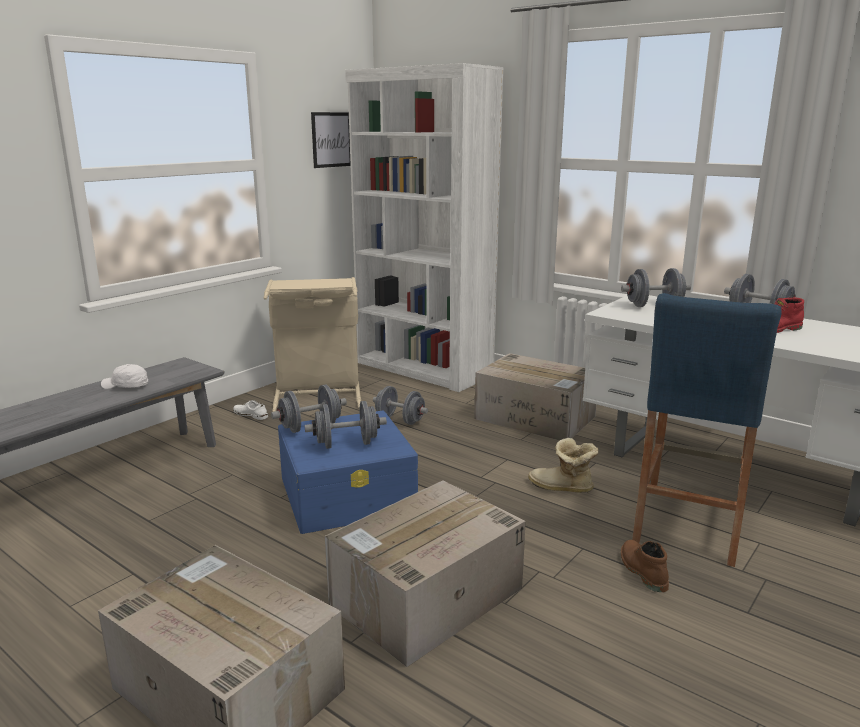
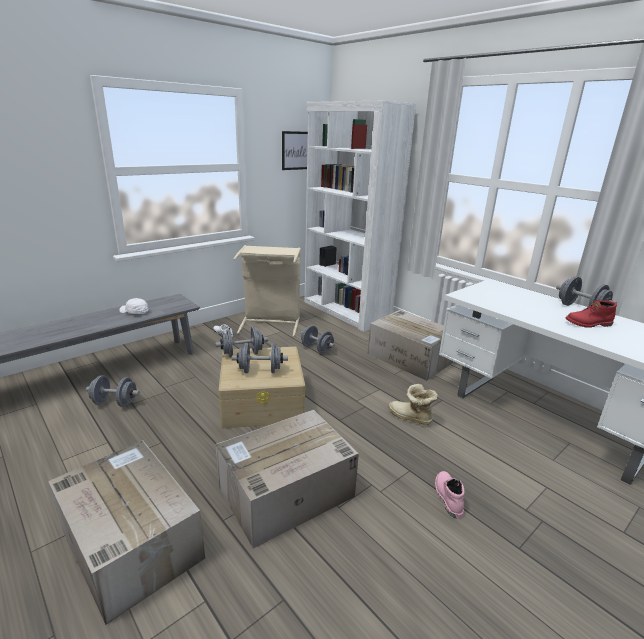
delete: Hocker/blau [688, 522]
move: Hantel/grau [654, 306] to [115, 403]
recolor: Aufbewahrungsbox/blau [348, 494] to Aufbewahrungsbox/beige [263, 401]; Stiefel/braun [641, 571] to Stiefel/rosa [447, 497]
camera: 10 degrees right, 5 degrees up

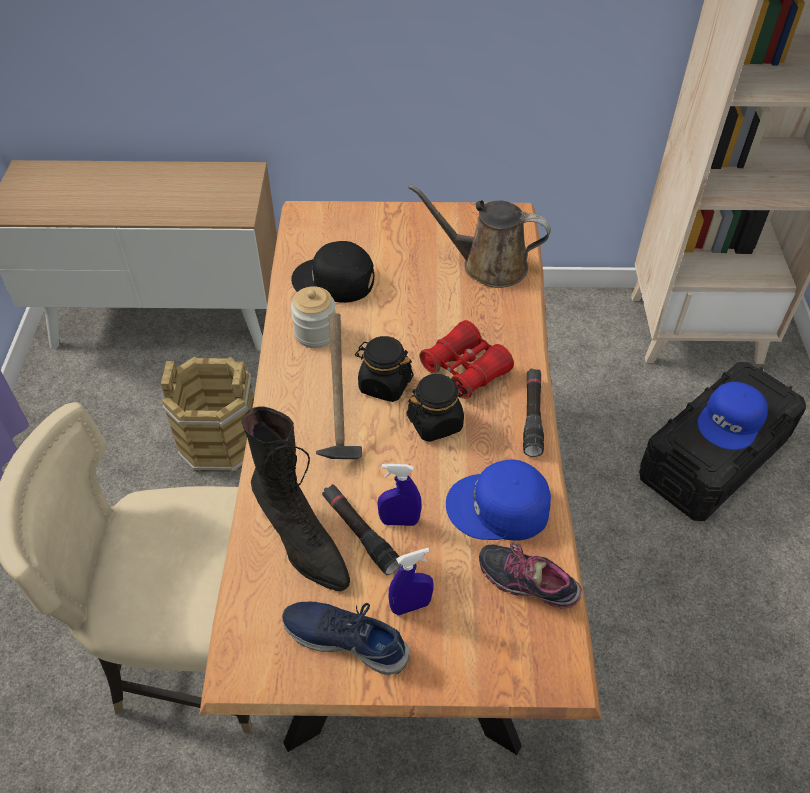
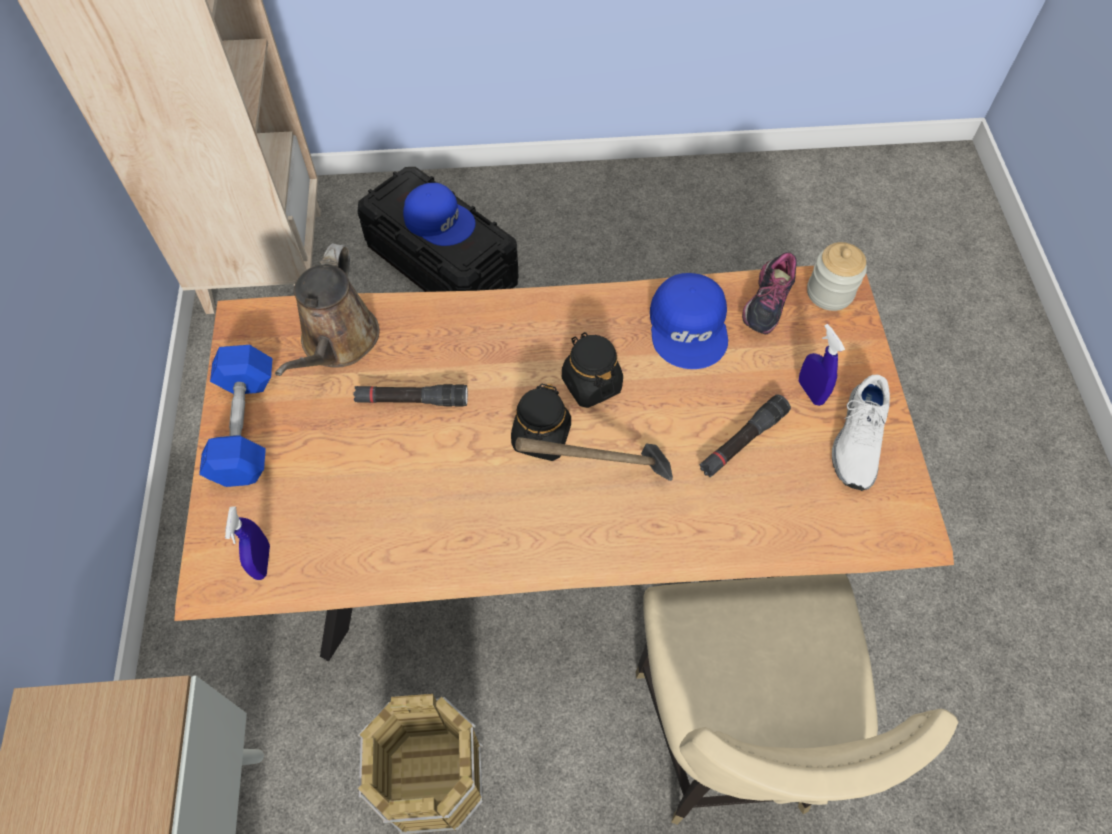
delete: Stiefel/schwarz [302, 542]; Kappe/schwarz [334, 281]; Fernglas/rot [465, 369]
insert: Hantel/blau [245, 427]
move: Sprühflasche/blau [399, 521] to [262, 561]; Taschenlampe/schwarz [532, 416] to [412, 400]; Vorratsglas [316, 333] to [829, 292]
recolor: Schuh/blau [346, 638] to Schuh/weiß [857, 440]
camera: 95 degrees left, 10 degrees up

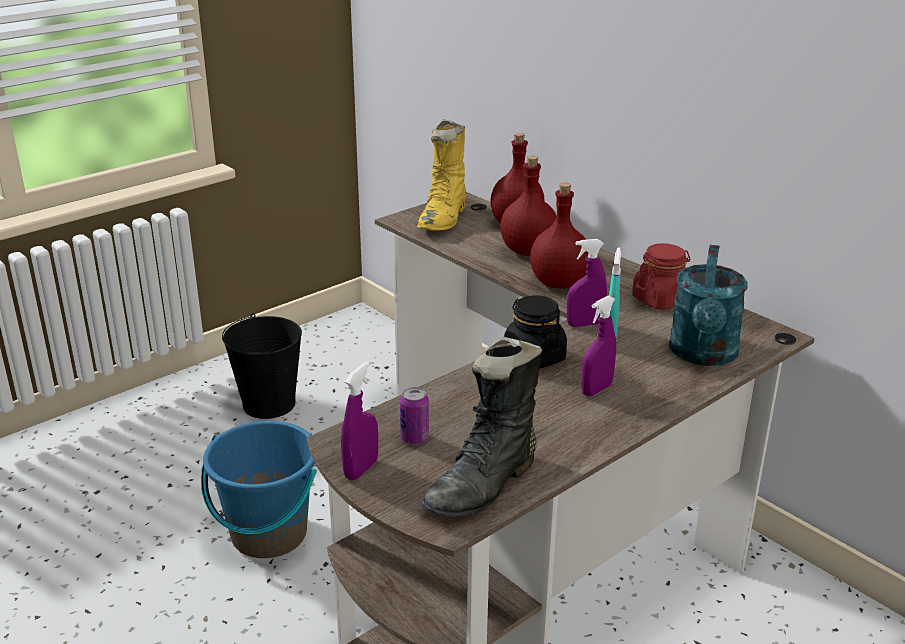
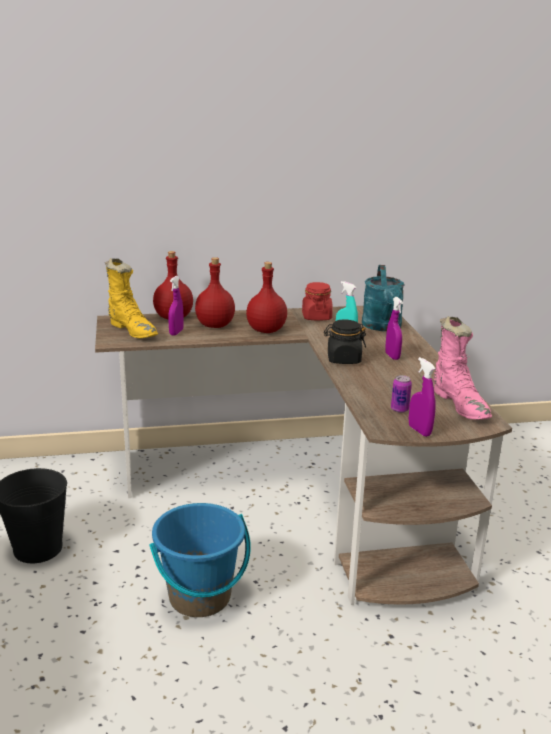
move: Sprühflasche/lila [584, 324] to [176, 332]
recolor: Stiefel/schwarz [485, 485] to Stiefel/rosa [460, 405]
rotate: Gießkanne/türkis [703, 355] = [382, 327] 45 degrees clockwise
camera: 60 degrees left, 5 degrees down

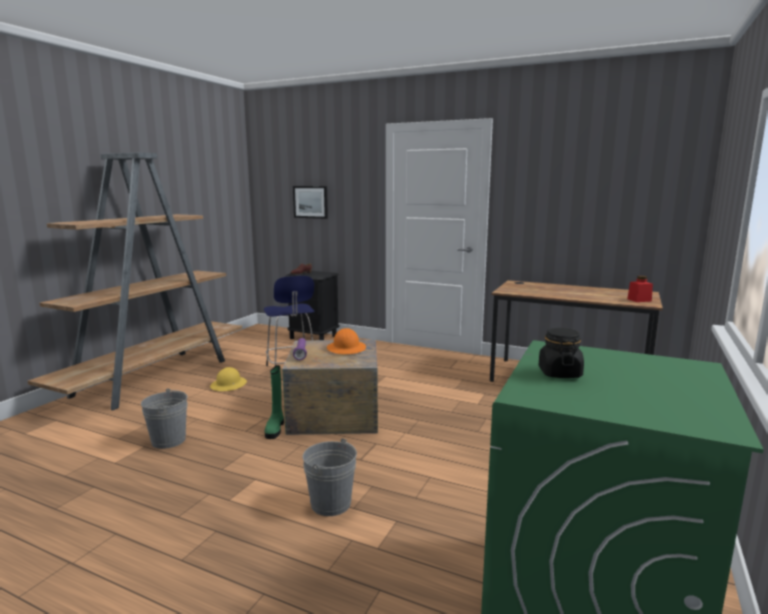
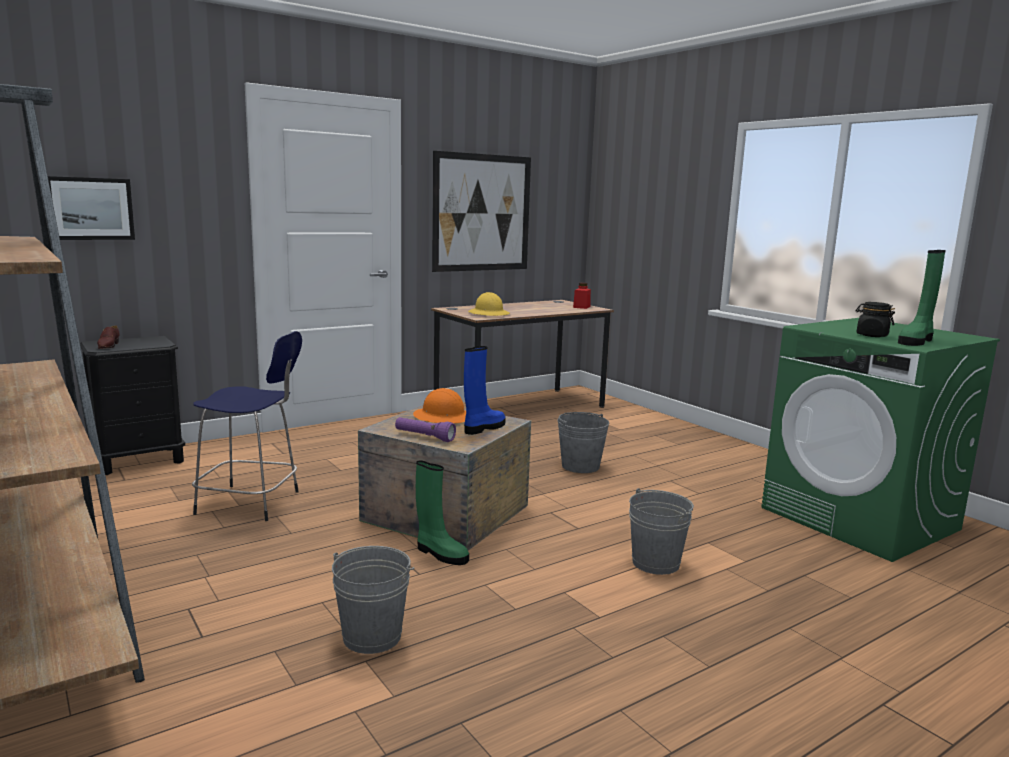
insert: Bild [482, 213]; Stiefel/blau [483, 428]; Eimer/grau [580, 466]; Stiefel/grün [916, 341]
move: Schutzhelm/gelb [229, 385] to [489, 314]
camera: 60 degrees left, 0 degrees up

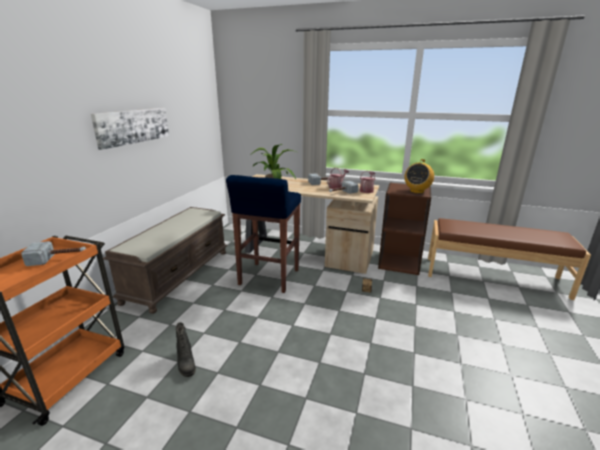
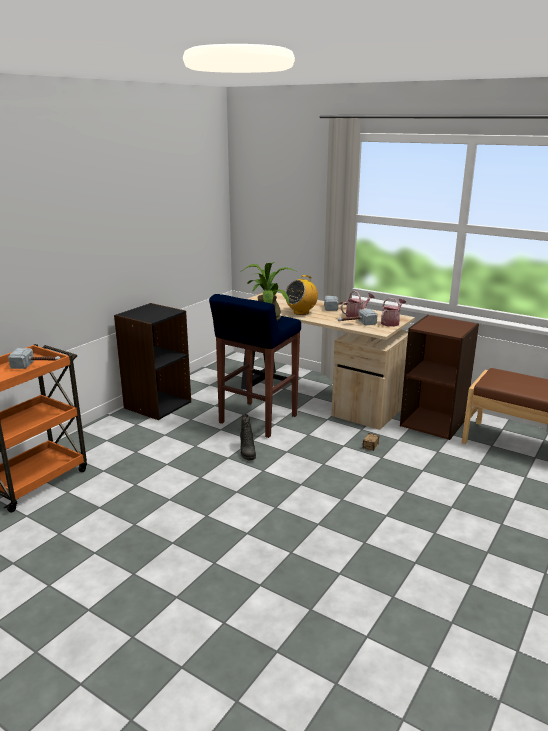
delete: Bild [133, 126]
move: Stiefel/schwarz [185, 364] to [247, 452]; Radio [417, 191] to [301, 312]
replace: Bank/braun [178, 275] to Bücherregal/schwarz [157, 404]
camera: 15 degrees right, 0 degrees up

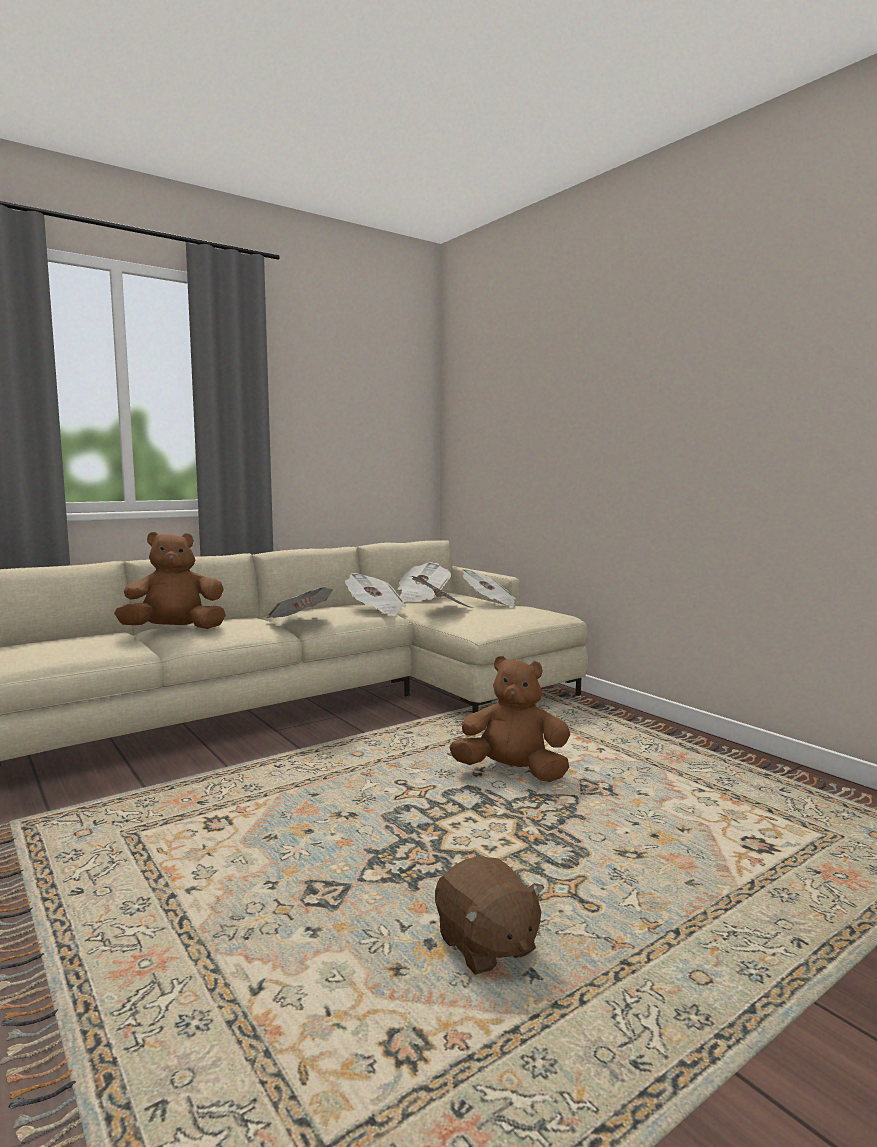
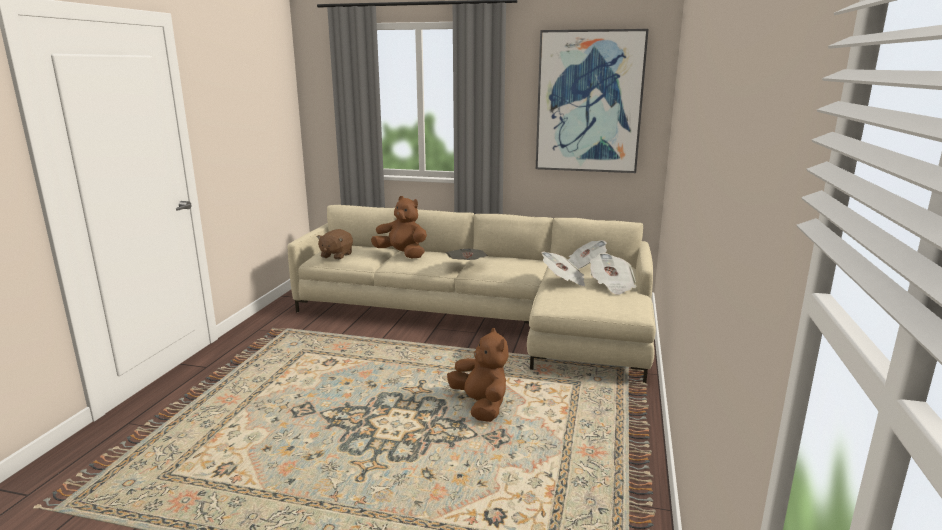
delete: Zeitung [376, 610]
insert: Bild [589, 102]
move: Plüschtier/braun [486, 946] to [336, 255]
camera: 50 degrees right, 10 degrees up

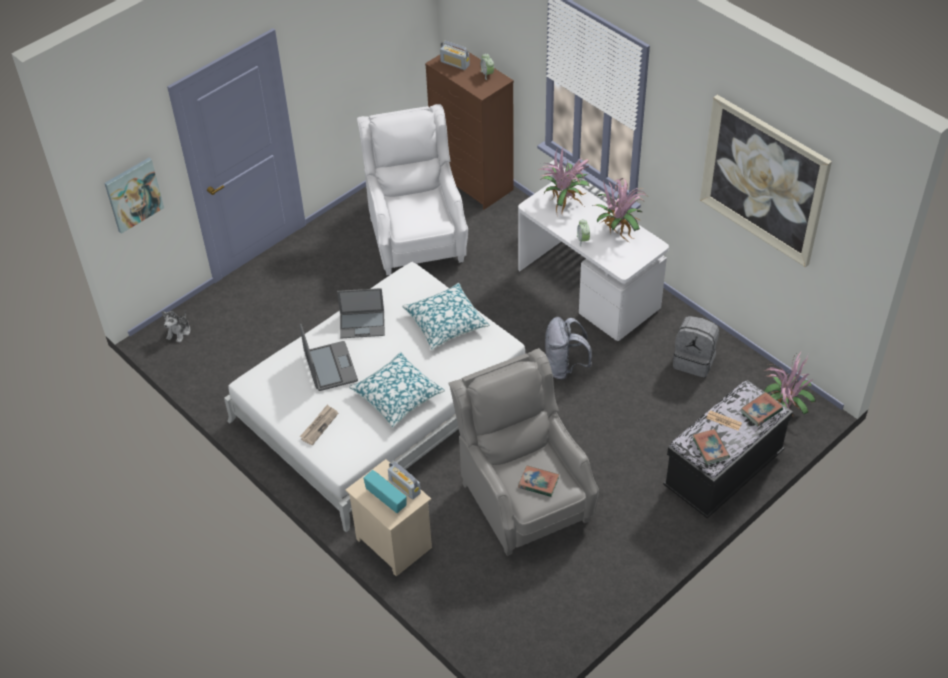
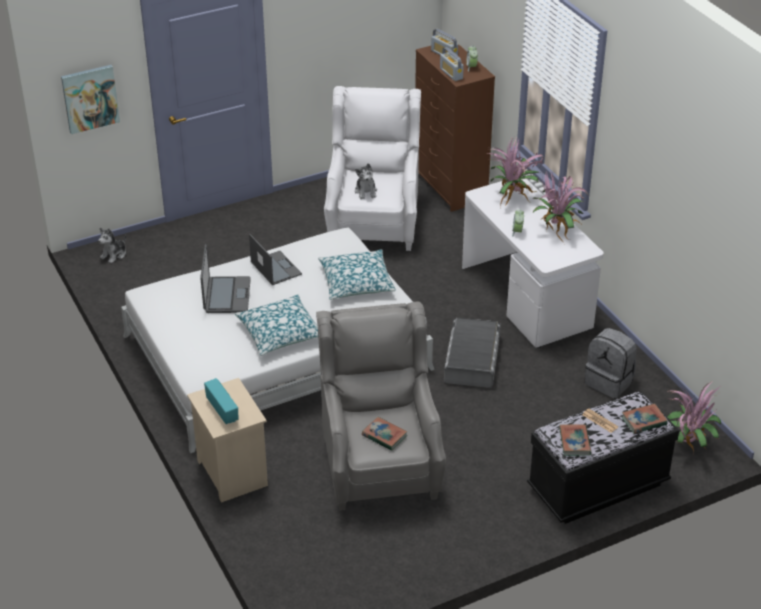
delete: Zeitung [319, 425]; Bild [763, 180]
insert: Plüschtier [366, 191]
move: Radio [404, 487] to [451, 74]
replace: Rucksack/grau [565, 367] to Aufbewahrungsbox/grau [472, 359]
rotate: Laptop [363, 324] = [275, 268] 135 degrees counterclockwise
camera: 15 degrees right, 10 degrees down

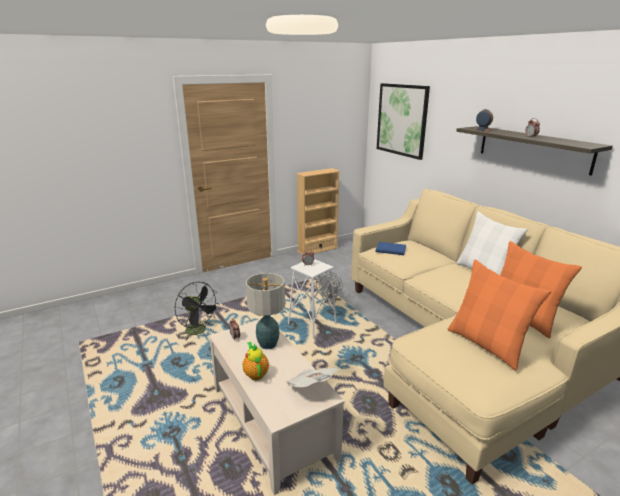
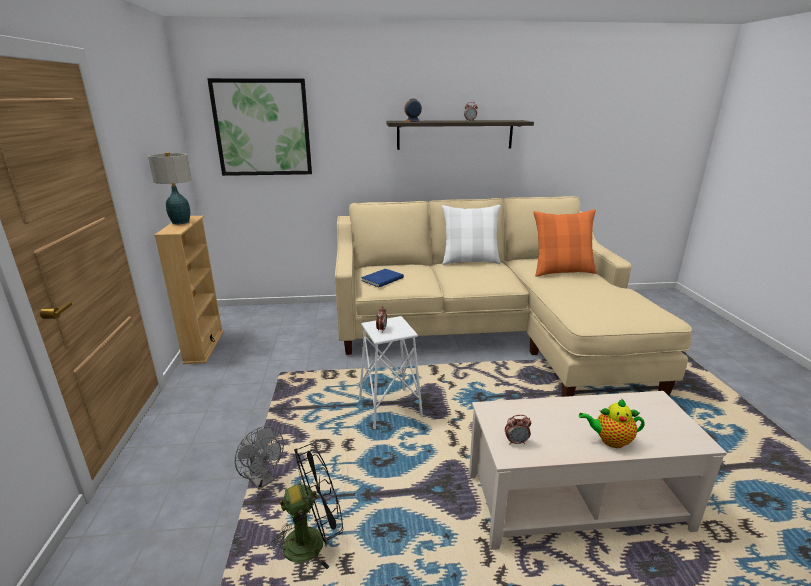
delete: Zeitung [311, 387]; Kissen/orange [487, 344]
move: Tischlampe [268, 344] to [181, 222]; Ventilator/grau [330, 301] to [262, 480]
camera: 65 degrees left, 0 degrees up

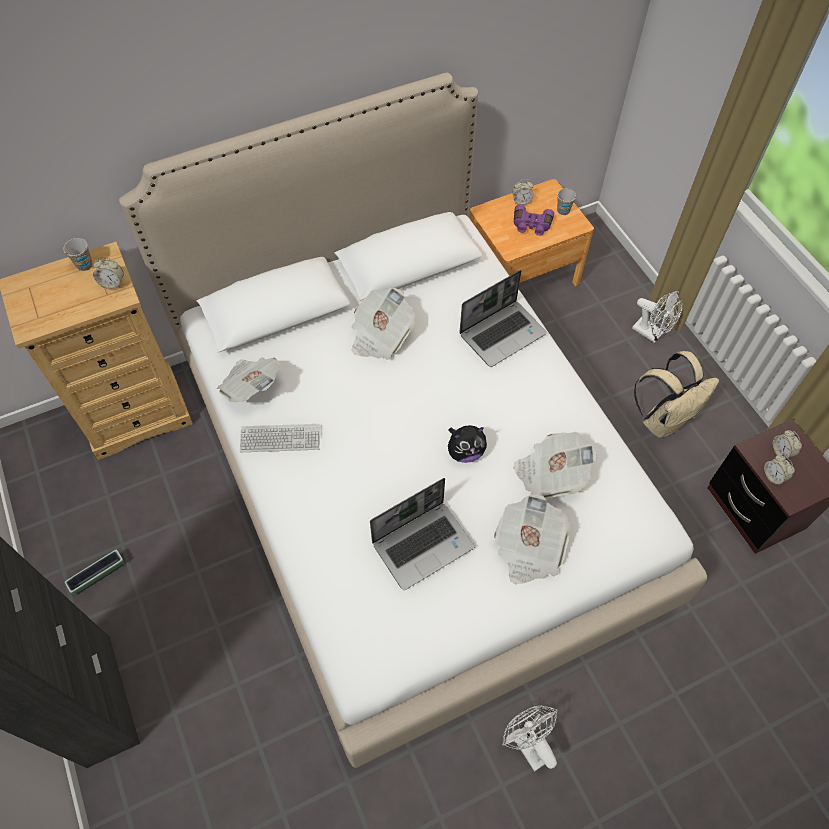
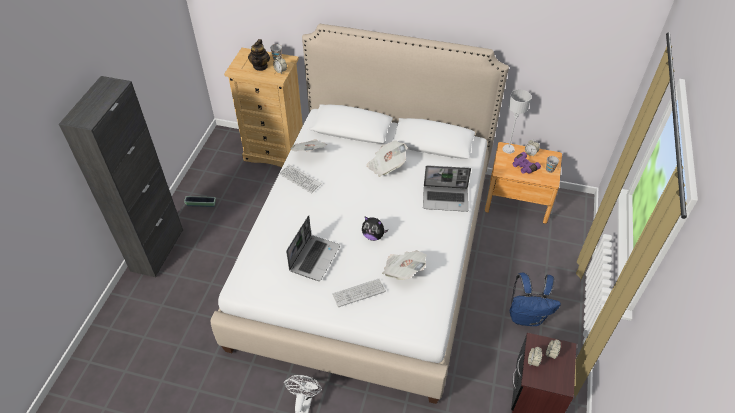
delete: Ventilator/weiß [651, 333]
insert: Teekanne [260, 66]; Tischlampe/grau [508, 149]
replace: Zeitung [528, 549] to Tastatur [358, 293]
recolor: Rucksack/beige [664, 420] to Rucksack/blau [526, 316]
rotate: Laptop [423, 544] = [314, 258] 75 degrees counterclockwise
camera: 40 degrees right, 10 degrees down

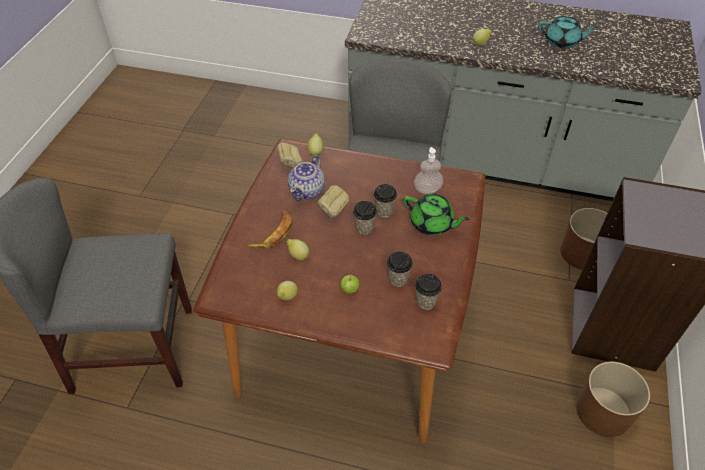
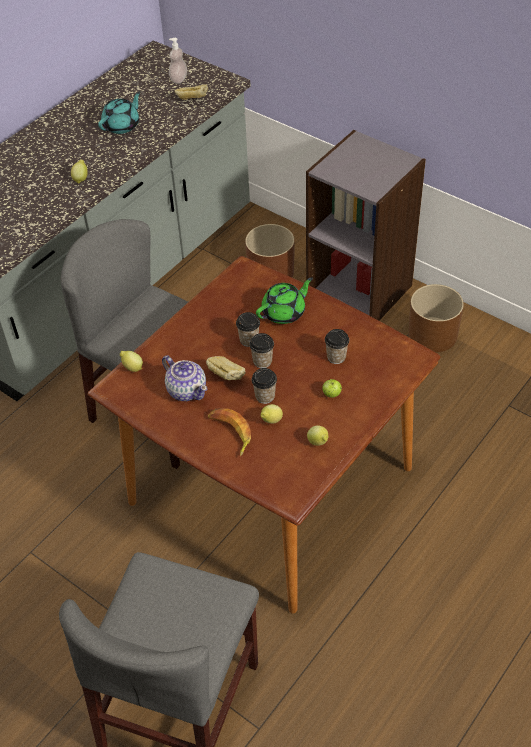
move: Seifenspender [427, 189] to [178, 79]; Brot [290, 164] to [192, 101]; Tasse [426, 301] to [265, 396]
camera: 65 degrees left, 0 degrees up

